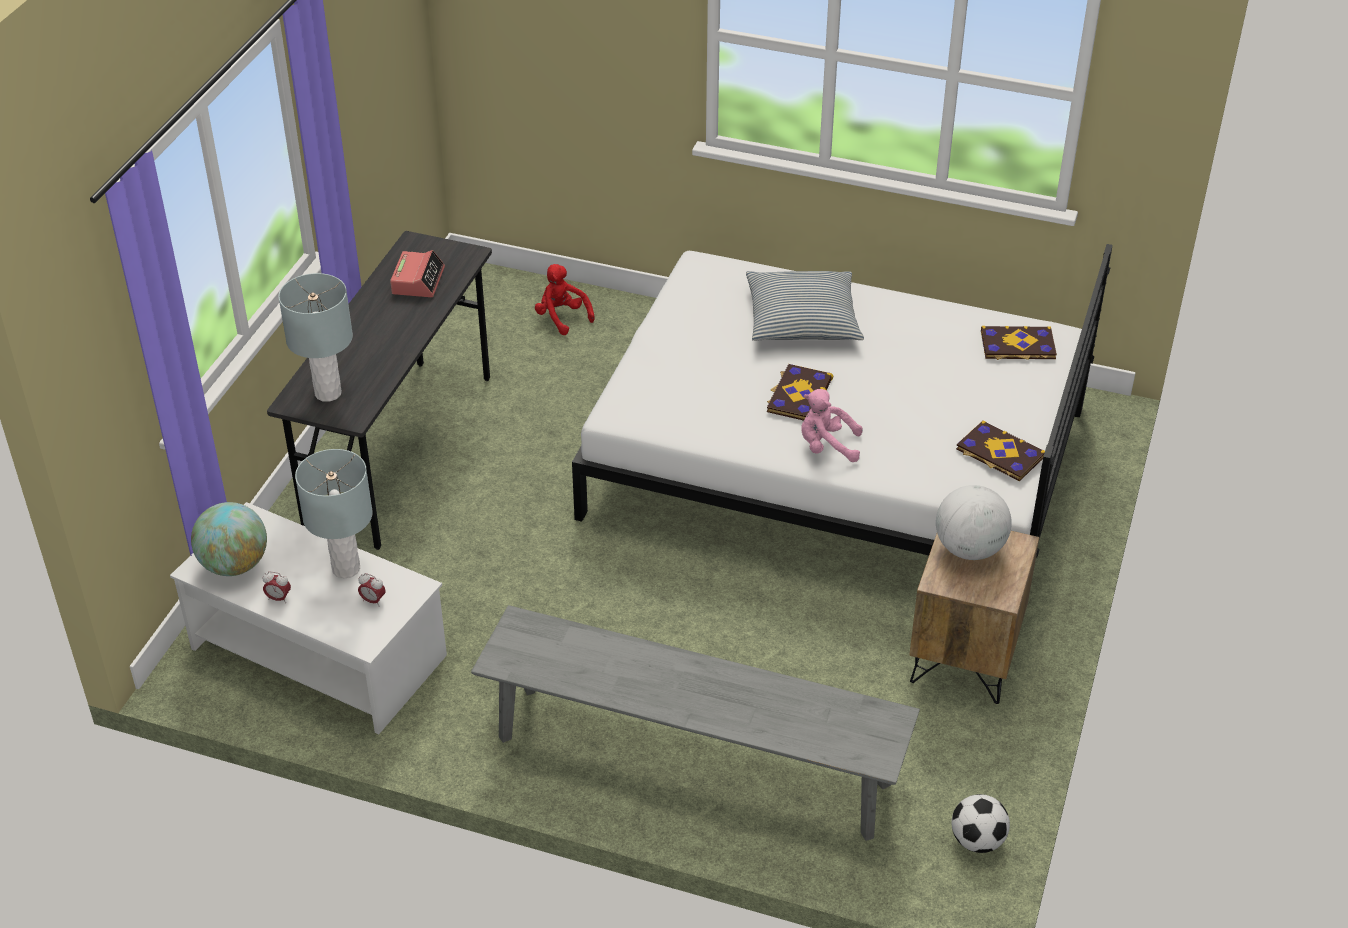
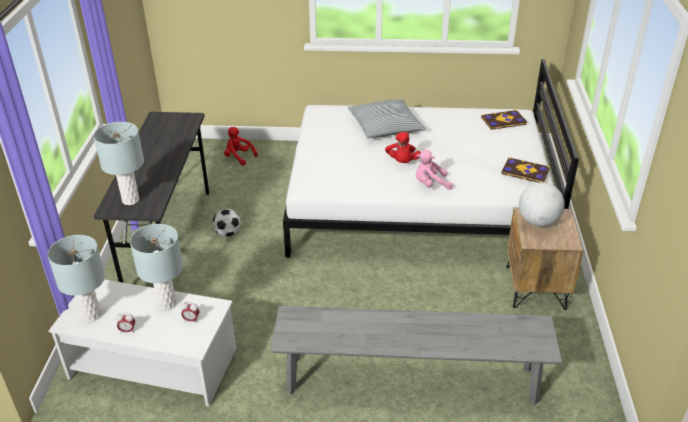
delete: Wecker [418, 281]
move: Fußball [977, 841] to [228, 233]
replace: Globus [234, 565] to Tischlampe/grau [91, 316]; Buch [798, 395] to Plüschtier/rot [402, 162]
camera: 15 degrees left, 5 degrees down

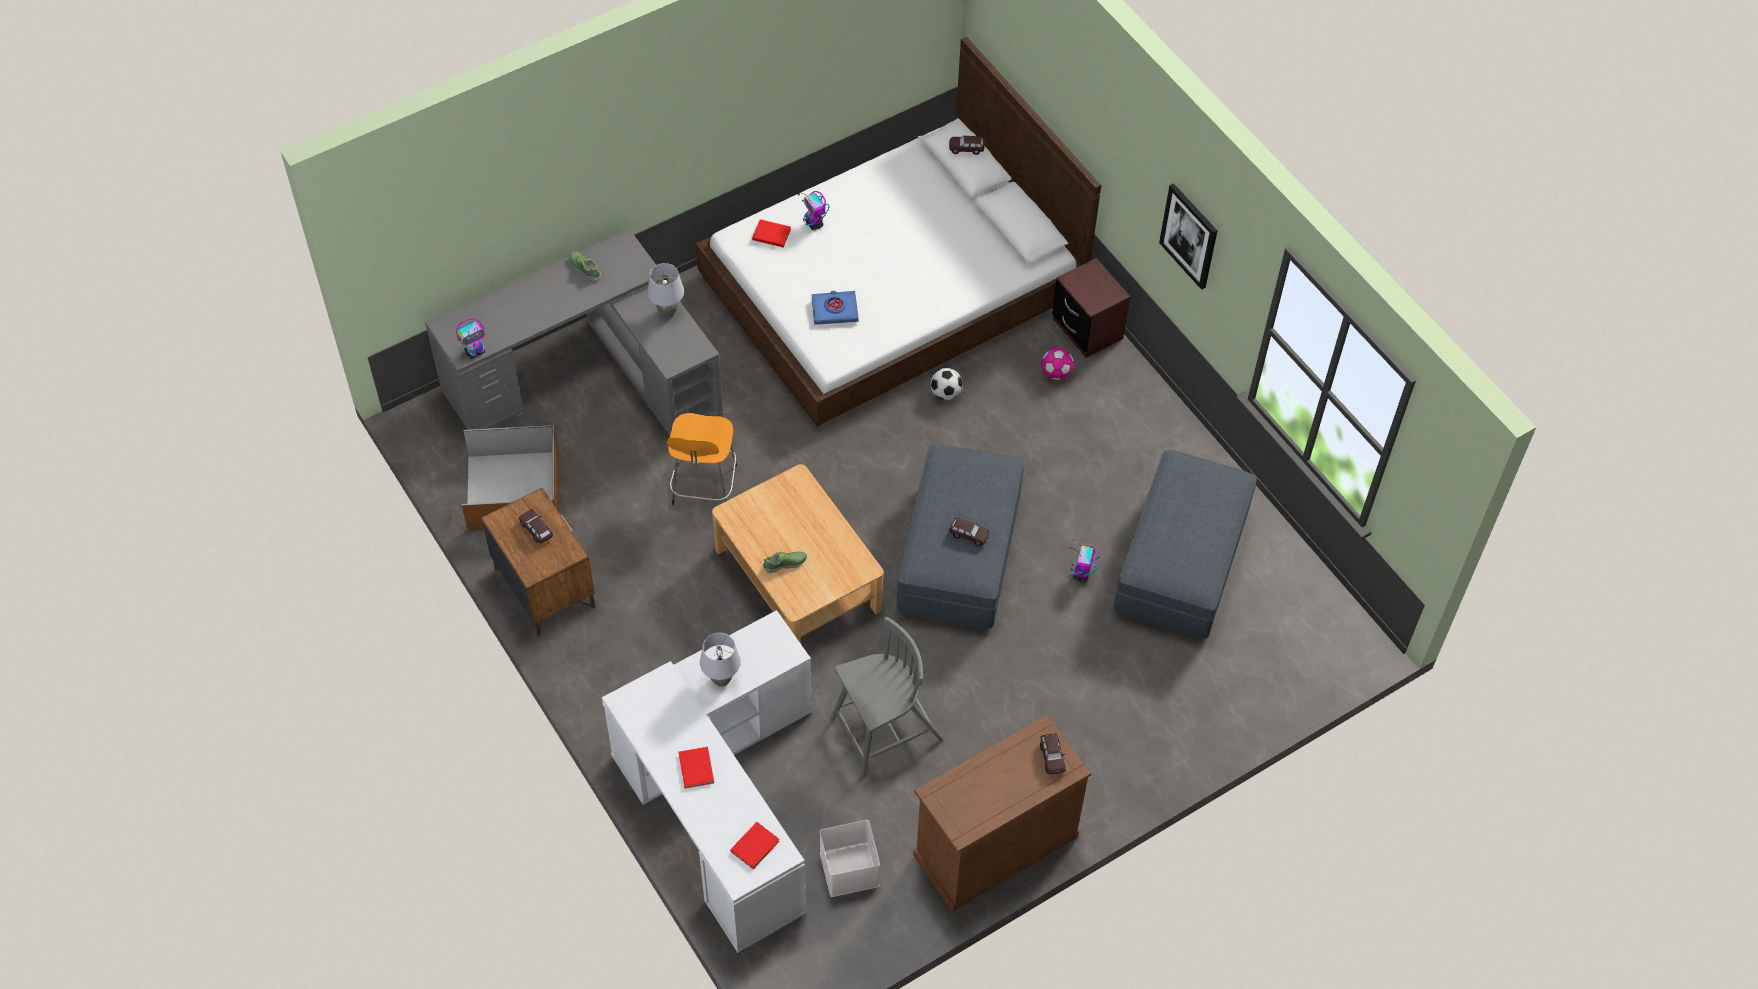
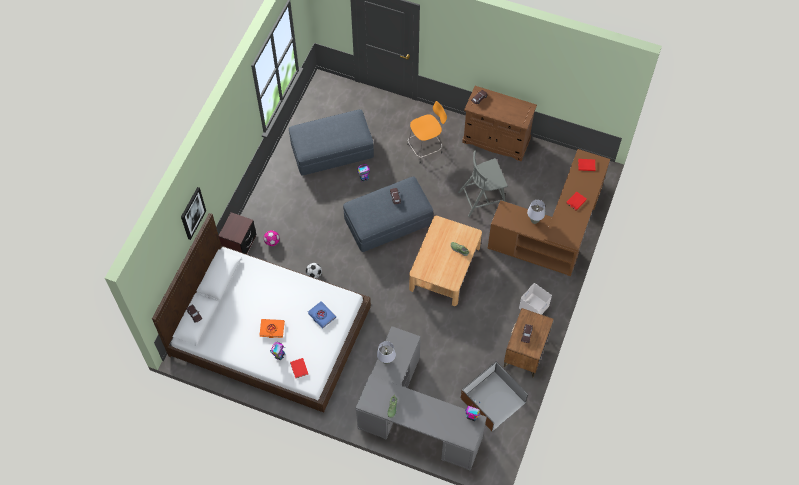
insert: Buch/orange [272, 329]
move: Bild [1189, 235] to [192, 213]; Hocker/orange [704, 487] to [426, 148]; Aufbewahrungsbox/weiß [848, 868] to [534, 307]
recolor: Schreibtisch/weiß [718, 798] to Schreibtisch/braun [554, 232]
rotate: Stuhl/grau [884, 731] = [483, 198] 45 degrees counterclockwise
camera: 125 degrees left, 5 degrees up

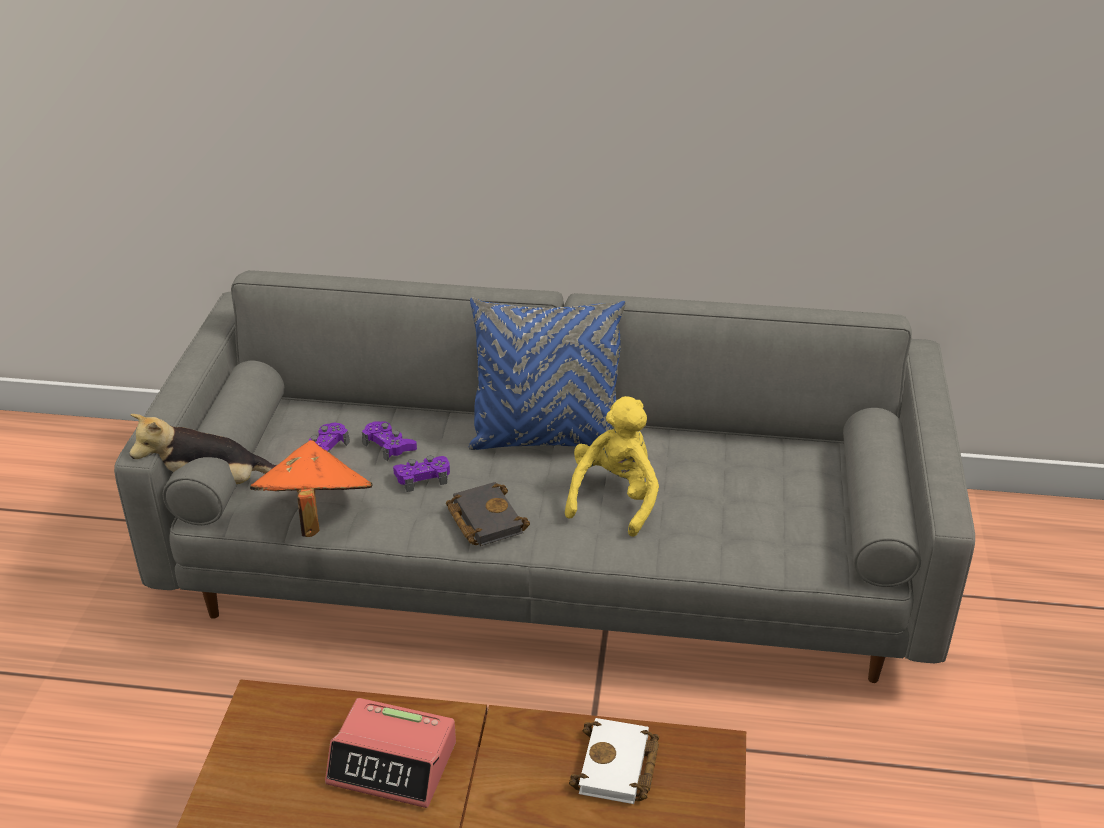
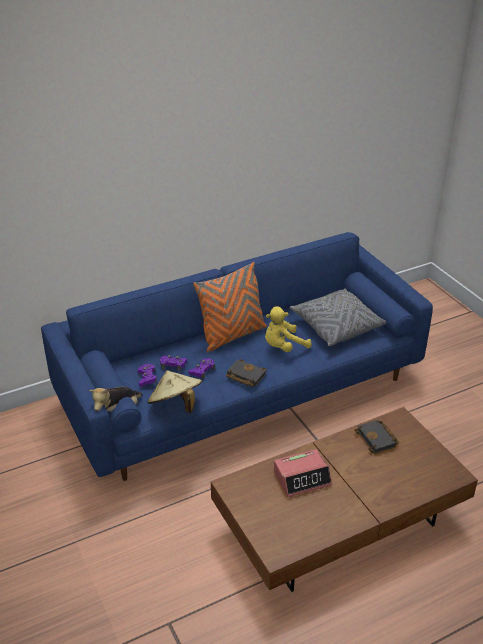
insert: Kissen/grau [336, 326]
recolor: Sofa/grau [552, 557] to Sofa/blau [241, 389]; Hut/orange [314, 516] to Hut/beige [175, 405]; Kissen/blau [546, 438] to Kissen/orange [232, 335]; Buch/weiß [618, 769] to Buch/schwarz [377, 439]
rotate: Plüschtier/gelb [615, 498] = [283, 347] 105 degrees counterclockwise
camera: 35 degrees left, 0 degrees up

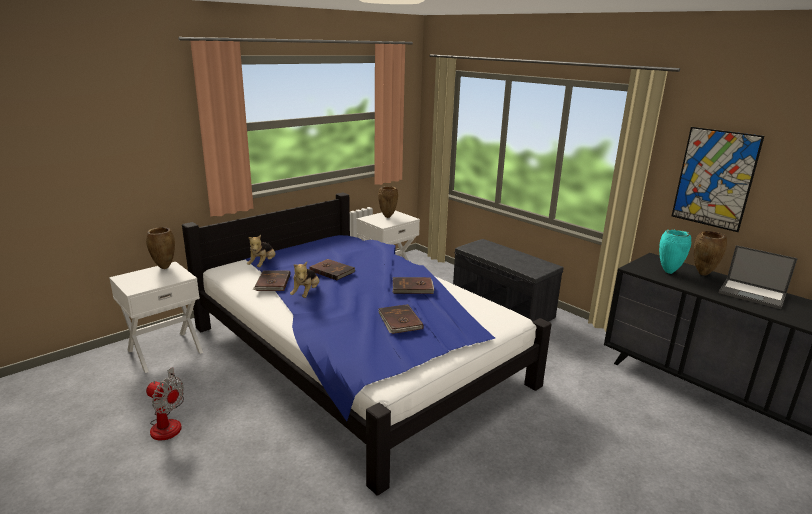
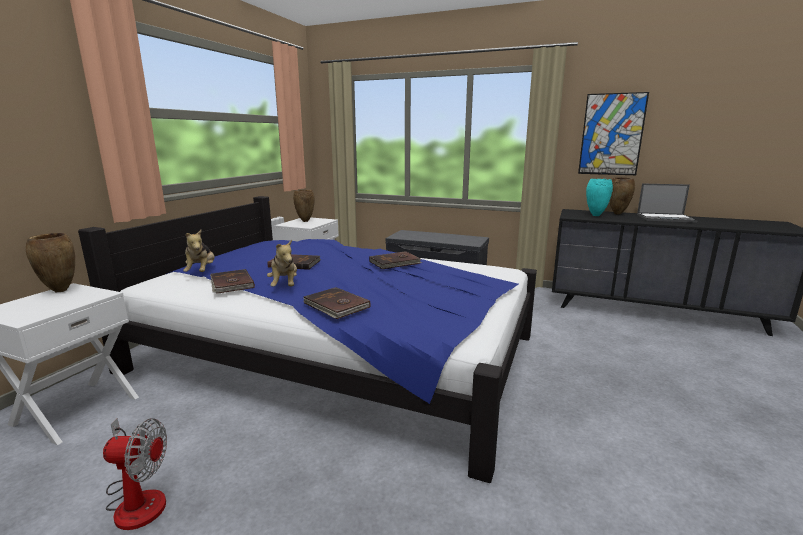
move: Buch/braun [399, 321] to [336, 306]
camera: 25 degrees left, 5 degrees down

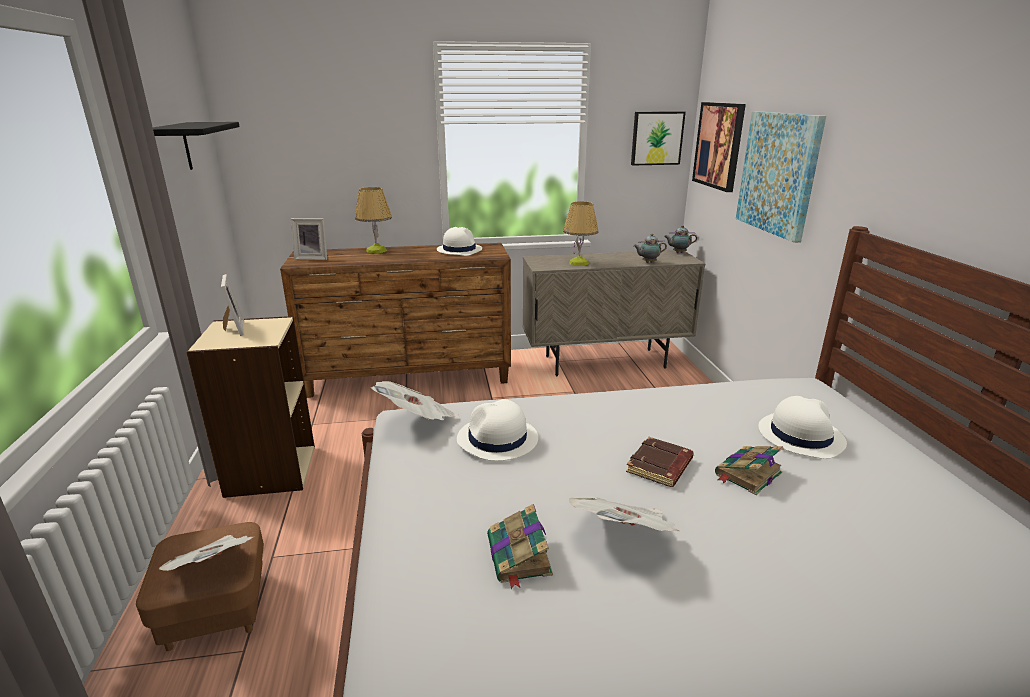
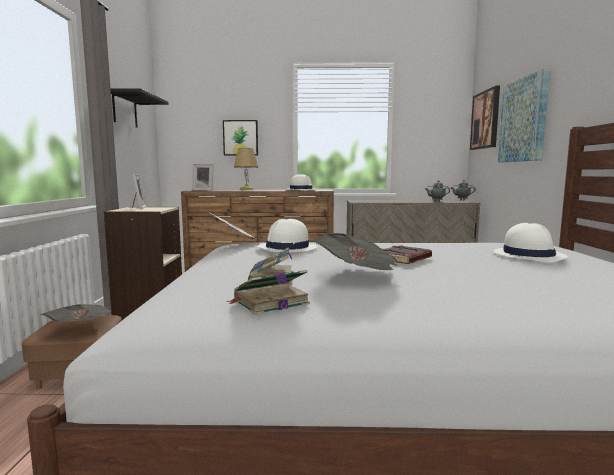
delete: Tischlampe [579, 263]
move: Bild [656, 138] to [240, 138]; Buch [747, 474] to [269, 302]
camera: 10 degrees right, 15 degrees down

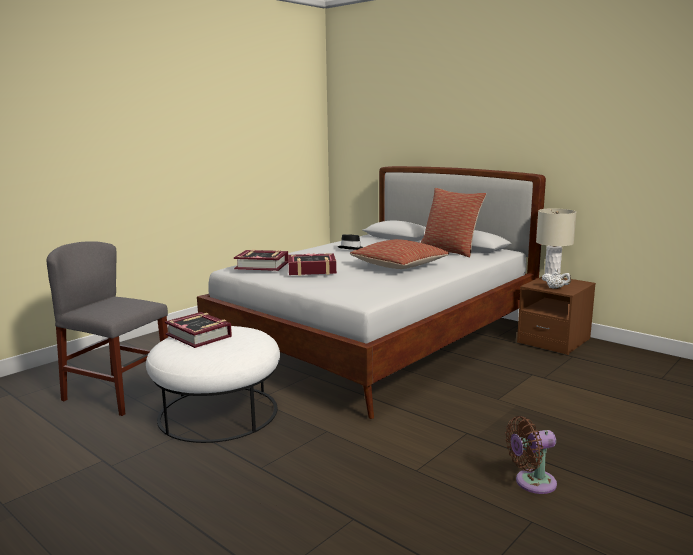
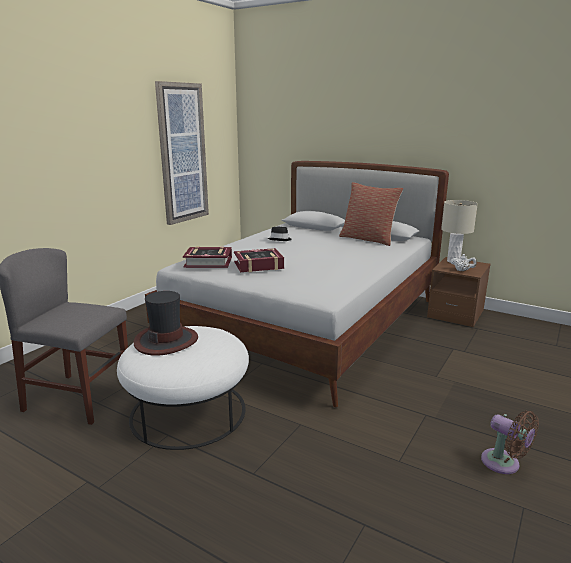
delete: Kissen [399, 266]
insert: Bild [182, 153]
replace: Buch [199, 335] to Hut [166, 340]
rotate: Ventilator/braun [531, 483] = [504, 464] 105 degrees counterclockwise
camera: 10 degrees left, 5 degrees up

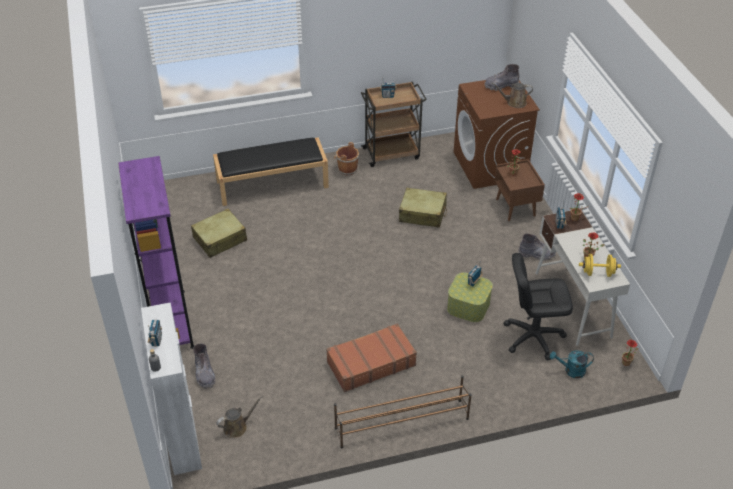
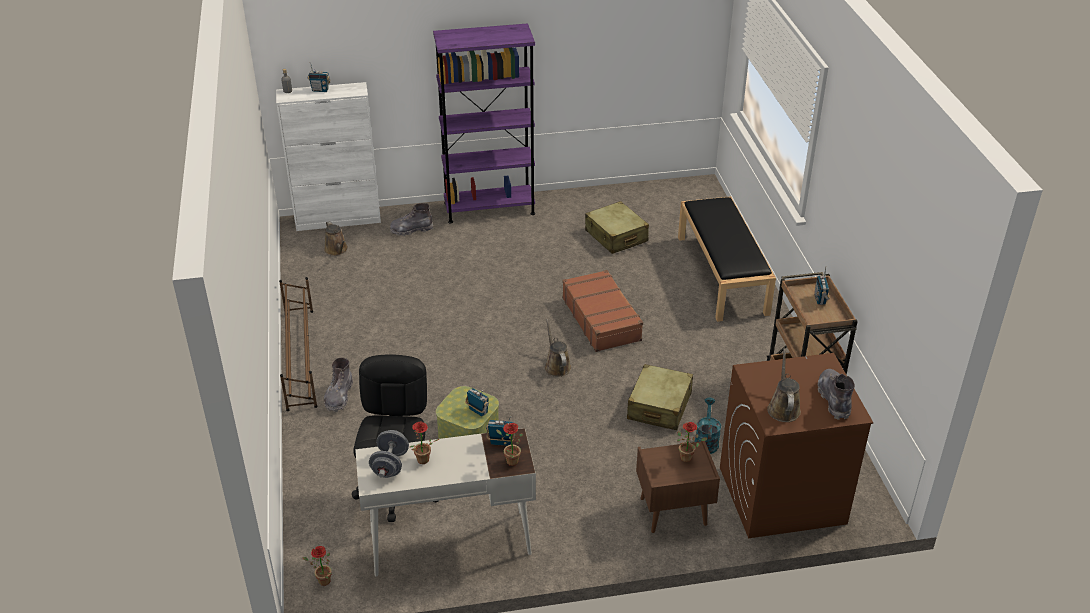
delete: Eimer/braun [346, 169]
insert: Gießkanne/braun [556, 366]
move: Stiefel/grau [536, 254] to [339, 396]; Koffer/braun [370, 363] to [601, 319]; Gießkanne/türkis [571, 371] to [706, 441]
recolor: Hantel/gelb [598, 273] to Hantel/grau [390, 465]
camera: 95 degrees right, 5 degrees down

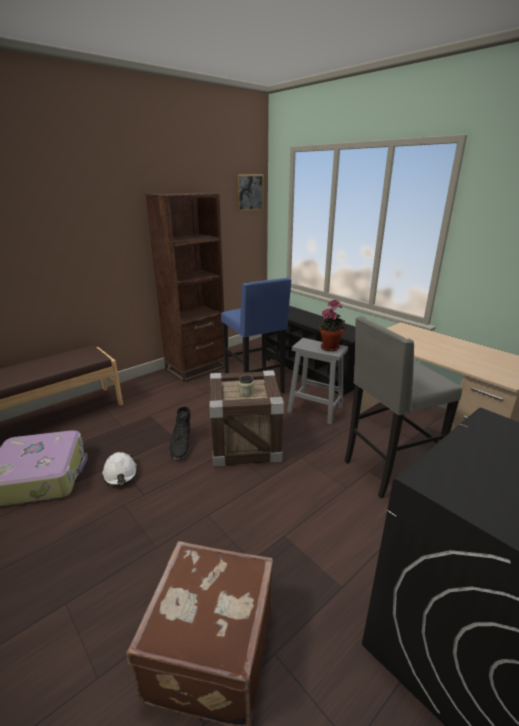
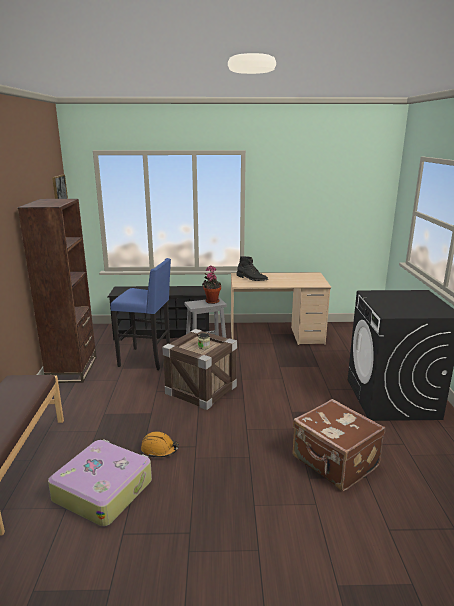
delete: Hocker/grau [386, 471]
move: Stiefel/schwarz [181, 445] to [252, 279]
recolor: Schutzhelm/weiß [120, 474] to Schutzhelm/orange [159, 449]
camera: 50 degrees left, 5 degrees down

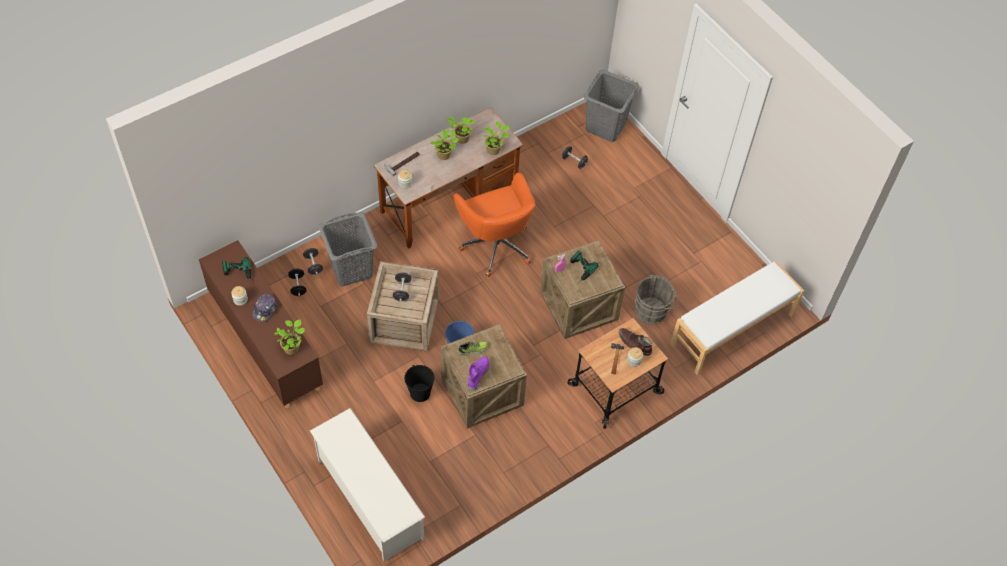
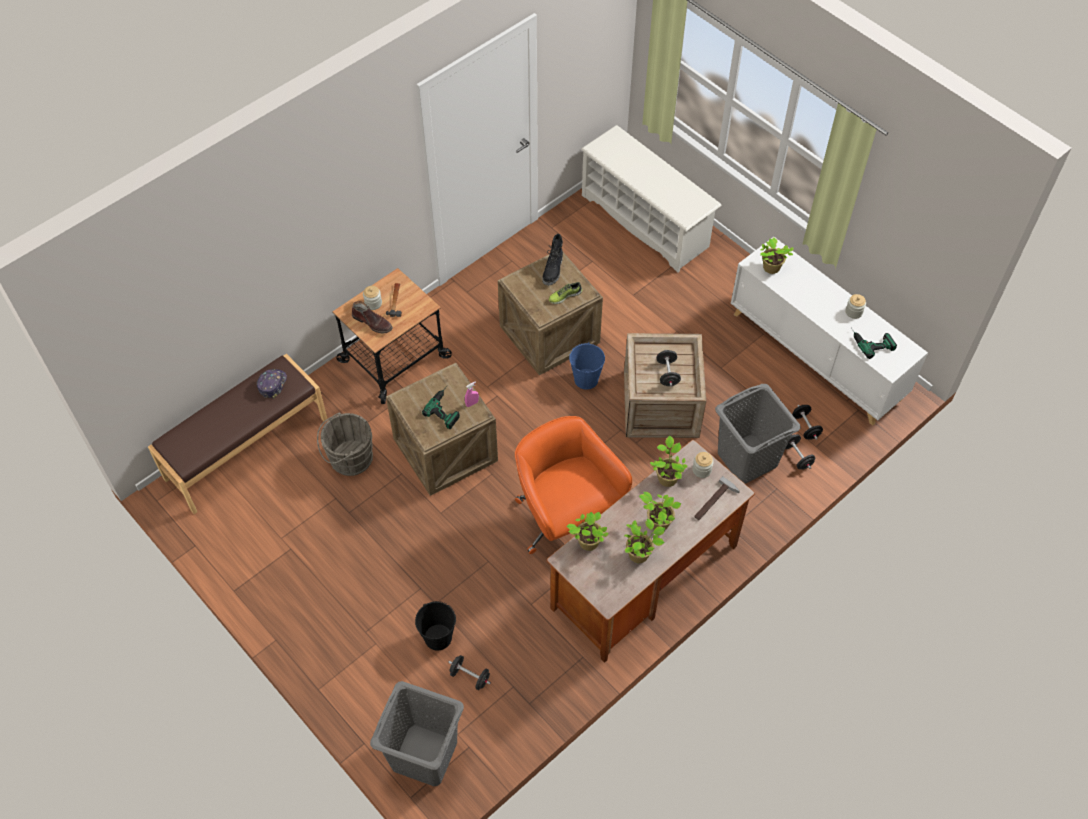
insert: Topfpflanze [667, 477]
move: Kappe [265, 310] to [272, 384]; Eimer/schwarz [420, 392] to [438, 638]
recolor: Bank/weiß [732, 330] to Bank/braun [246, 448]; Stiefel/lila [477, 374] to Stiefel/schwarz [553, 270]; Schrank/braun [265, 342] to Schrank/weiß [816, 356]
camera: 175 degrees right, 0 degrees up

